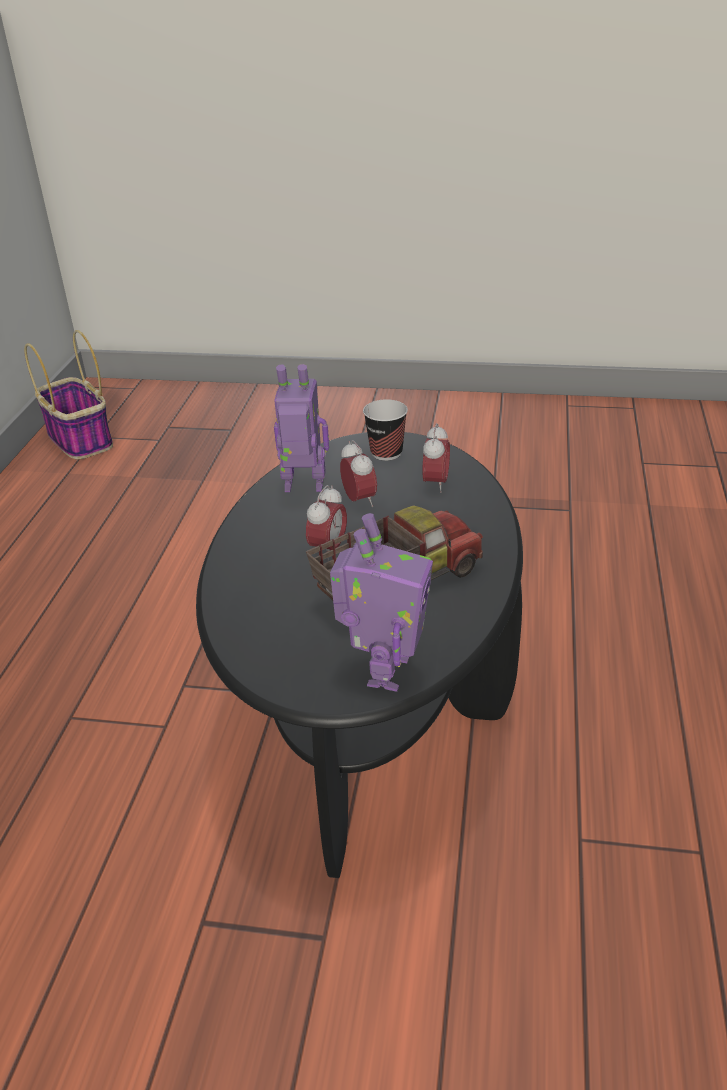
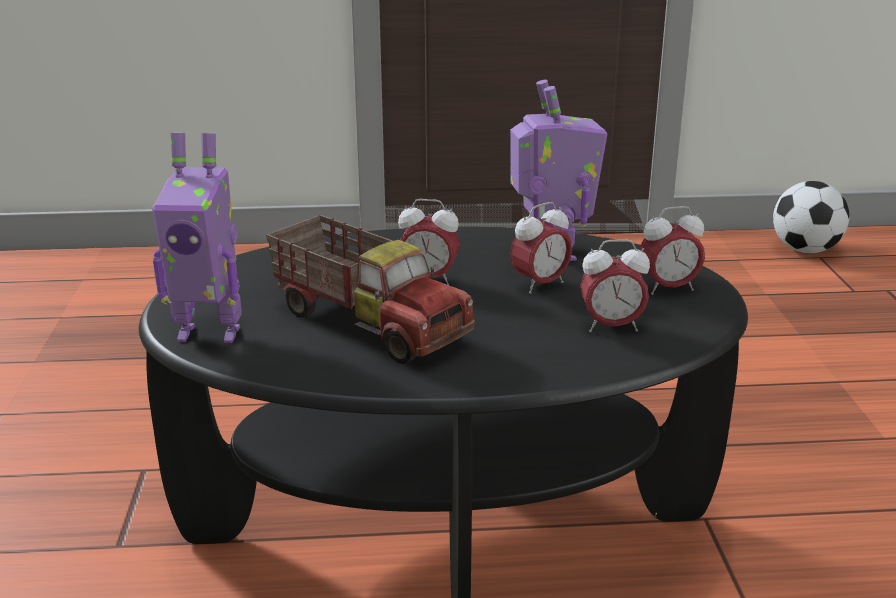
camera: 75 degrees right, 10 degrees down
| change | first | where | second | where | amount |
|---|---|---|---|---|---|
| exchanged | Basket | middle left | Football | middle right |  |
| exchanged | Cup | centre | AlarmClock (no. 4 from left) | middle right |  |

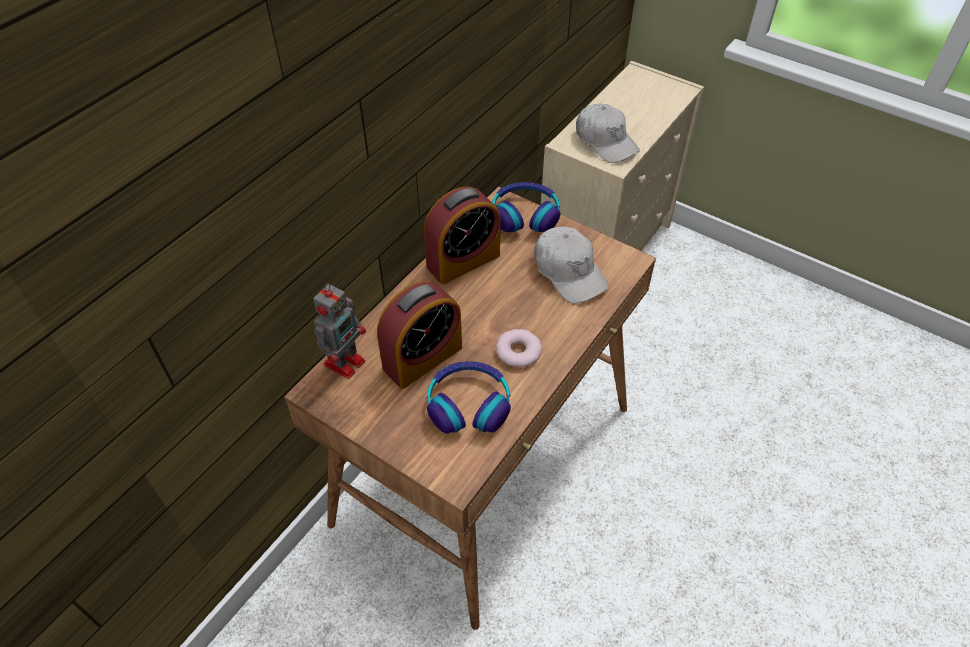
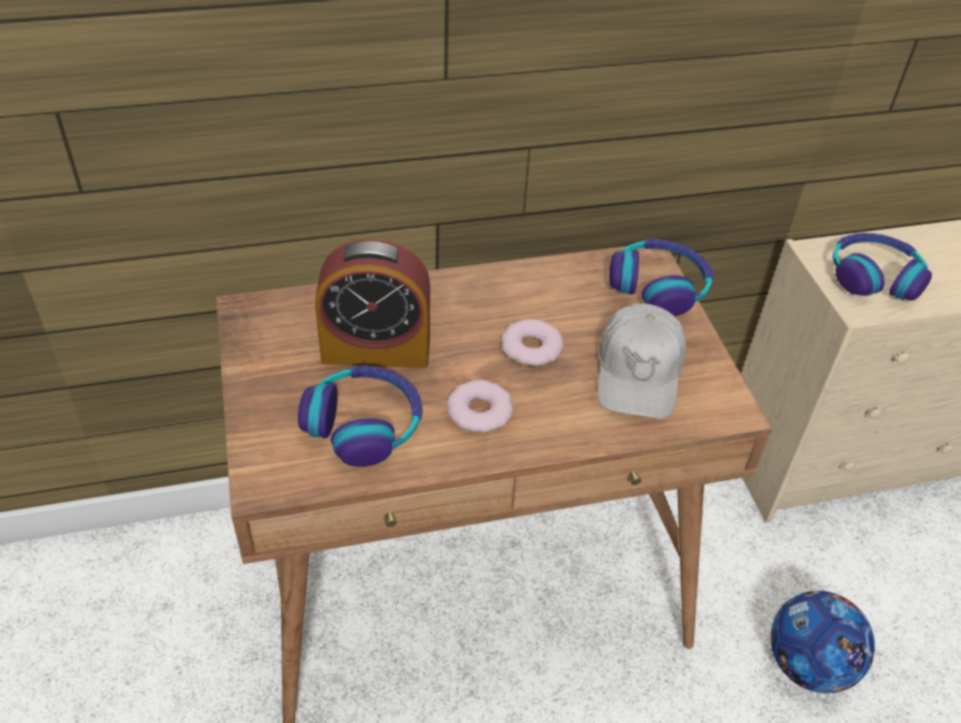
camera: 40 degrees right, 5 degrees down
| change | first | where | second | where | amount |
|---|---|---|---|---|---|
| exchanged | WhiteCap (no. 2 from left) | top centre | Headphones (no. 3 from left) | middle right |  |
| missing | AlarmClock (no. 2 from left) | centre |  |  |  |
| missing | ToyRobot | centre |  |  |  |
| appeared |  |  | Donut (no. 2 from left) | centre |  |
| appeared |  |  | Football | bottom right |  |

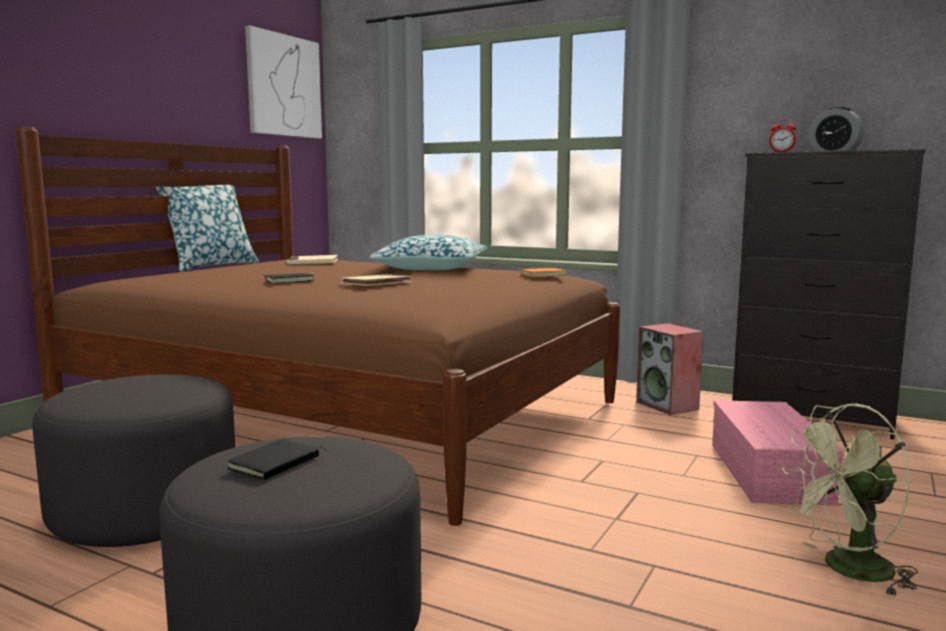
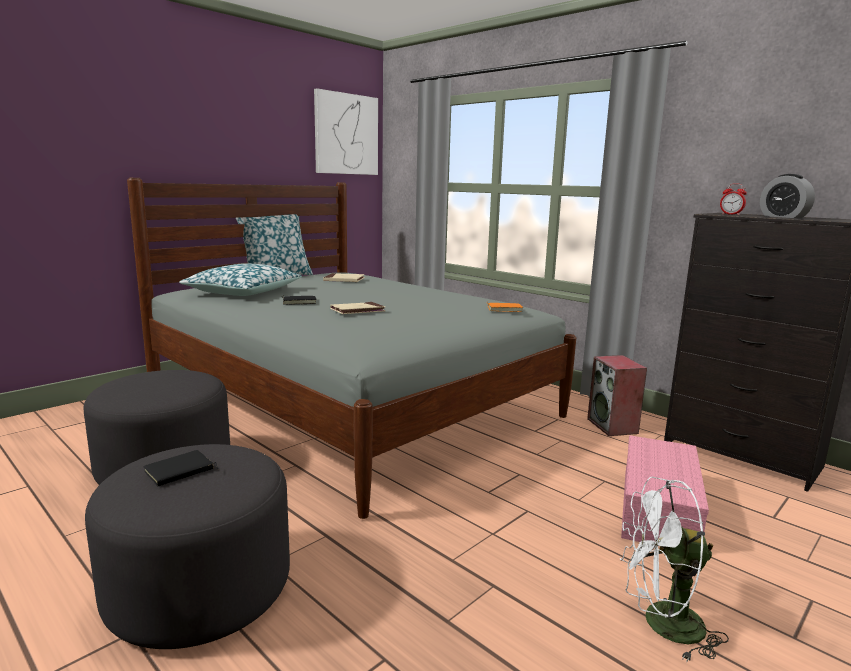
camera: 15 degrees right, 5 degrees up
| change | first | where | second | where | amount |
|---|---|---|---|---|---|
| colour | BrownBed | centre | GreyBed | centre |  |
| relocated | Pillow (no. 2 from left in the first image) | centre | Pillow (no. 1 from left) | middle left |  |
| colour | GreenFan | bottom right | WhiteFan | bottom right |  |

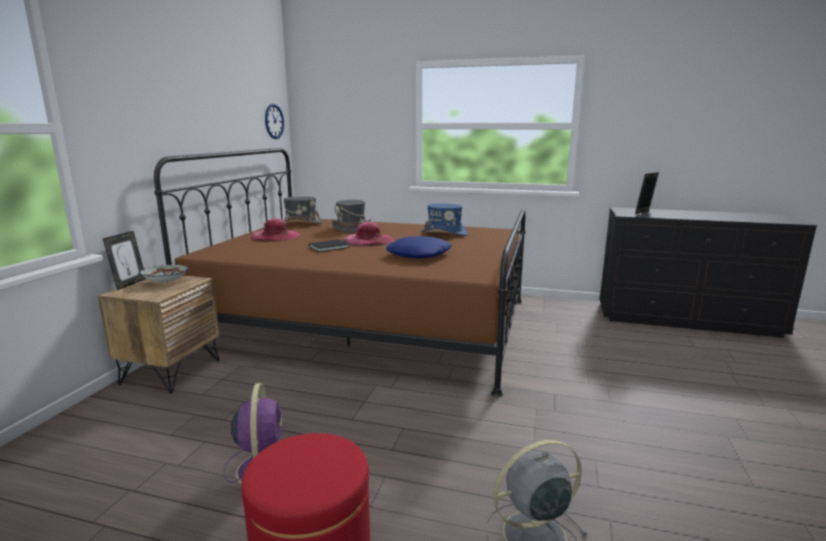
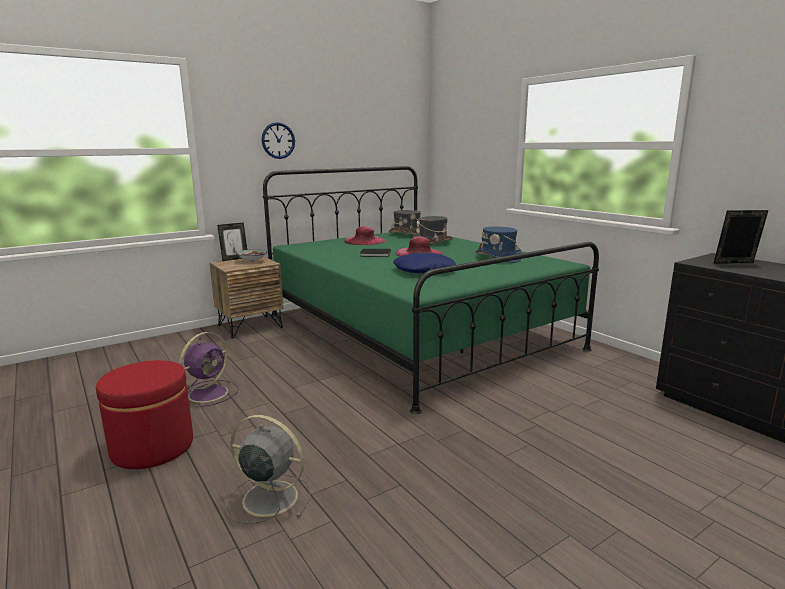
camera: 40 degrees right, 0 degrees up
| change | first | where | second | where | amount |
|---|---|---|---|---|---|
| relocated | WallClock | top left |  | top centre |  |
| colour | BrownBed | centre | GreenBed | centre |  |

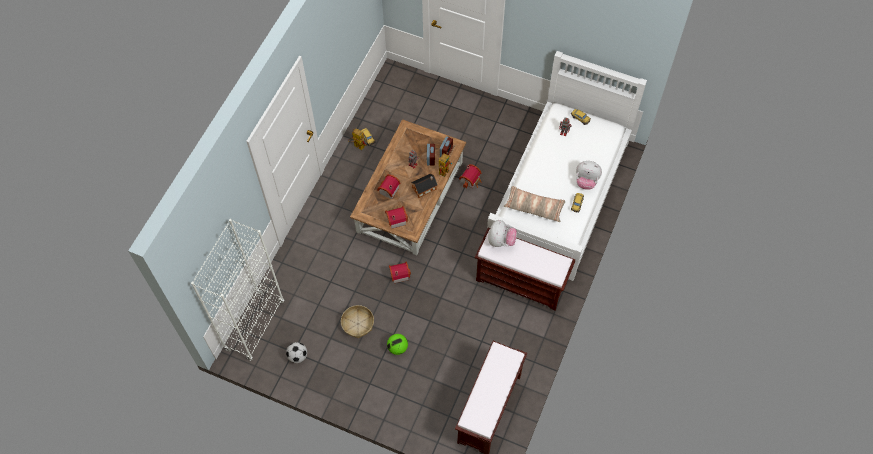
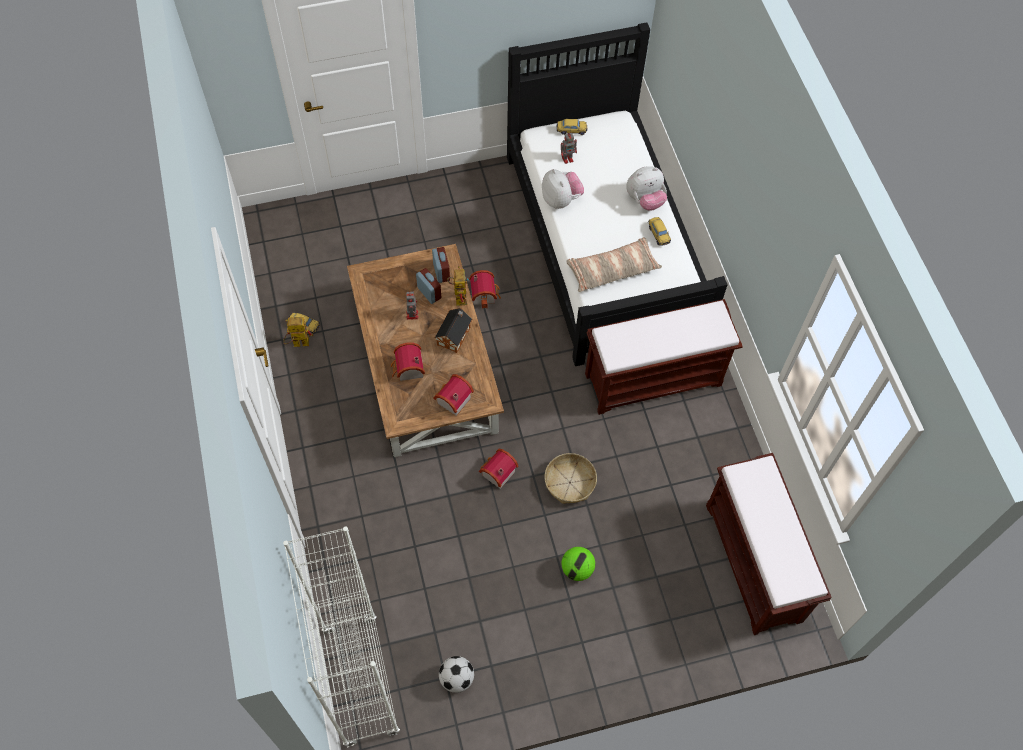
camera: 40 degrees left, 0 degrees up
| change | first | where | second | where | amount |
|---|---|---|---|---|---|
| colour | WhiteBed | centre | BlackBed | top centre |  |
| relocated | PlushToy (no. 1 from left) | centre |  | top centre |  |
| relocated | Basket | bottom centre |  | centre |  |

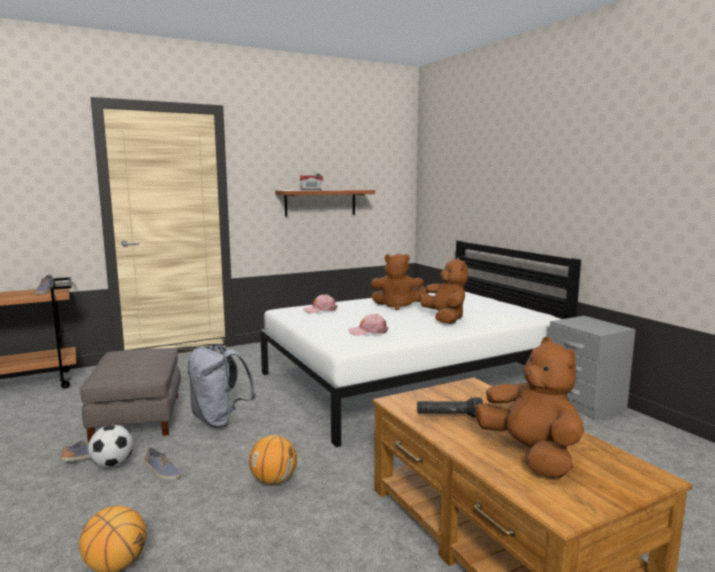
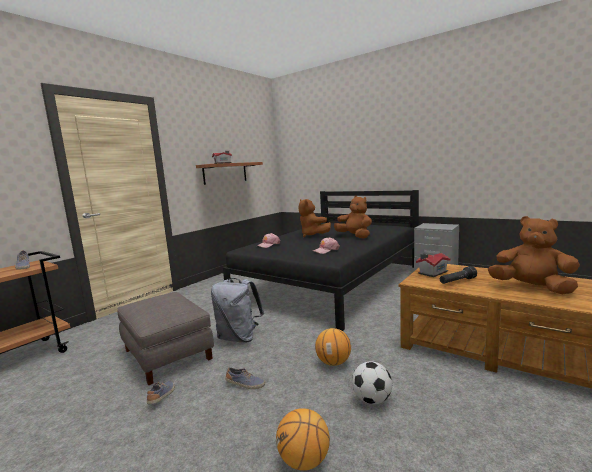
camera: 25 degrees left, 0 degrees up
| change | first | where | second | where | amount |
|---|---|---|---|---|---|
| colour | WhiteBed | centre | BlackBed | centre |  |
| spun | BrownPlushToy (no. 1 from left) | centre |  | centre | 75 degrees clockwise |
| relocated | Football | bottom left |  | bottom centre |  |
| appeared |  |  | ToyHouse (no. 2 from left) | middle right |  |

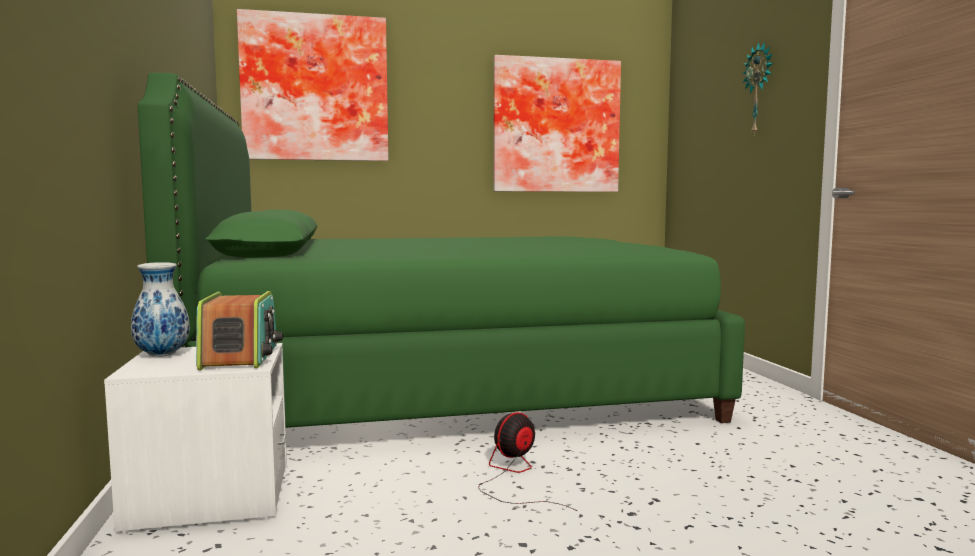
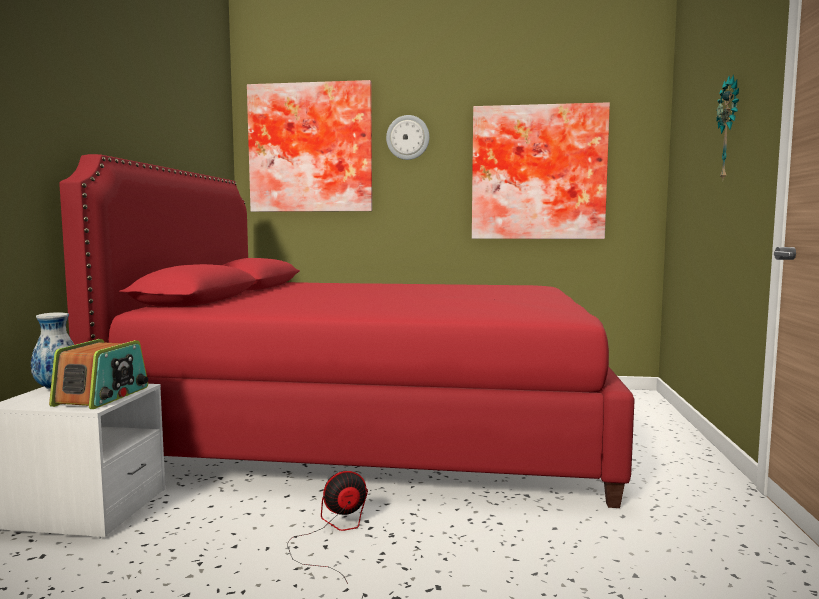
camera: 20 degrees right, 0 degrees up
| change | first | where | second | where | amount |
|---|---|---|---|---|---|
| colour | GreenBed | centre | RedBed | centre |  |
| appeared |  |  | WallClock (no. 1 from left) | top centre |  |

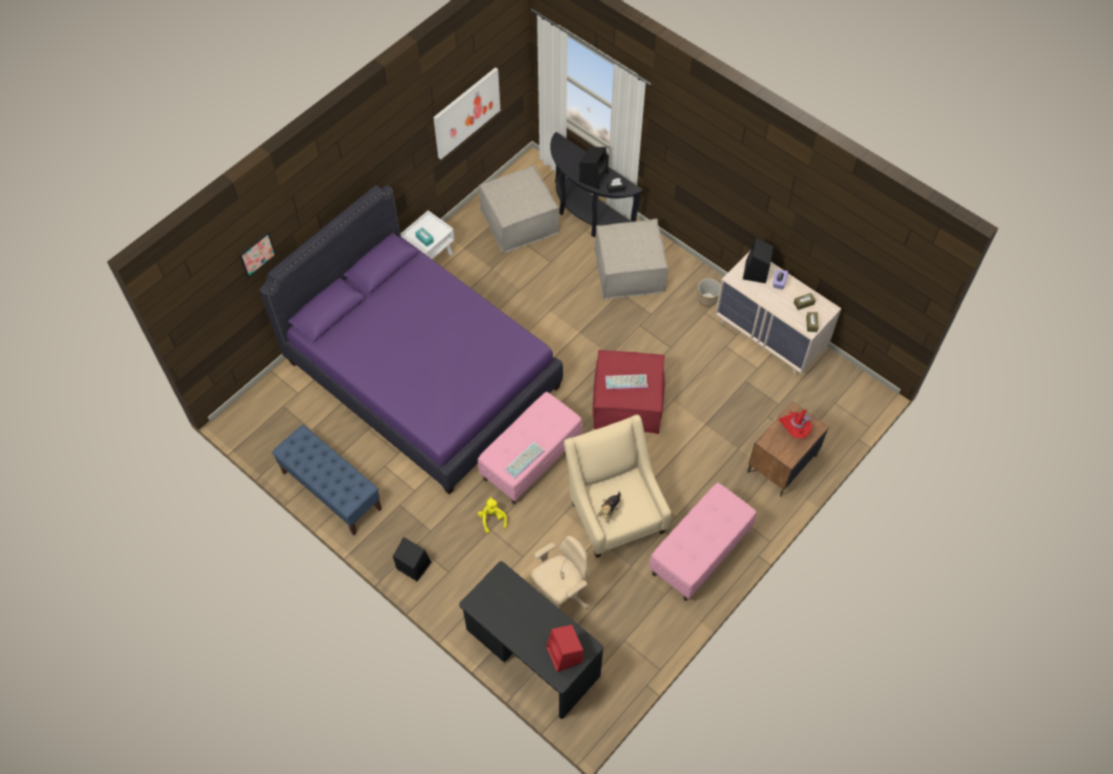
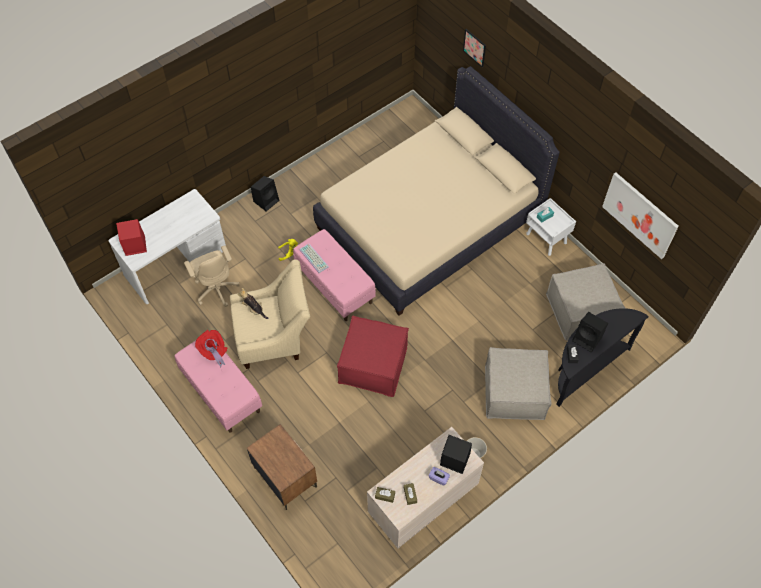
camera: 100 degrees right, 0 degrees up
| change | first | where | second | where | amount |
|---|---|---|---|---|---|
| colour | PurpleBed | centre | BeigeBed | top centre |  |
| missing | Keyboard (no. 2 from left) | centre |  |  |  |
| relocated | RedHat | middle right |  | middle left |  |
| missing | BlueBench | middle left |  |  |  |
| colour | BlackDesk | bottom centre | WhiteDesk | middle left |  |

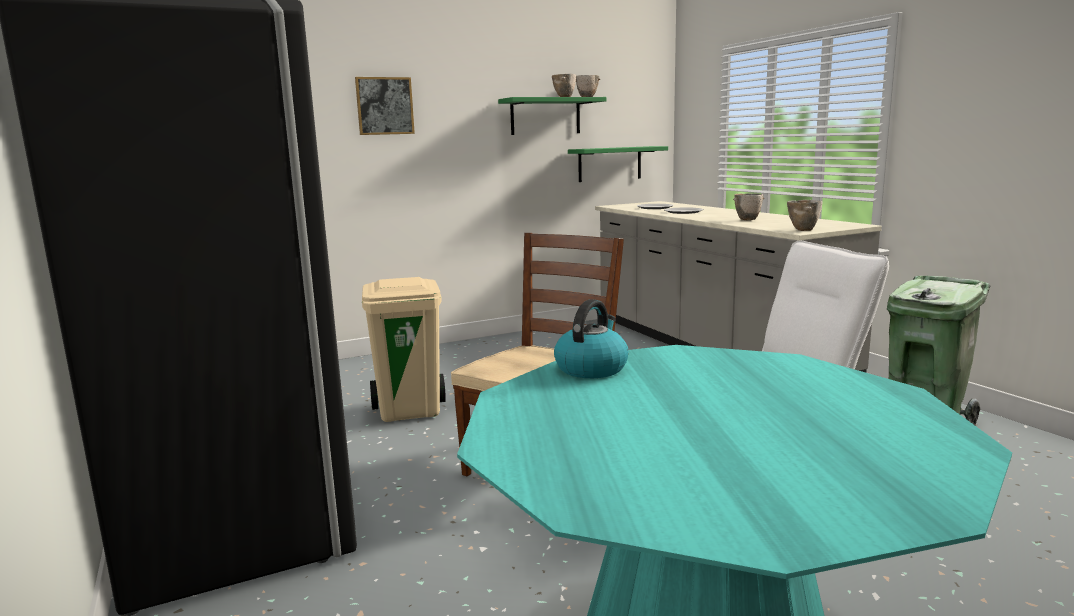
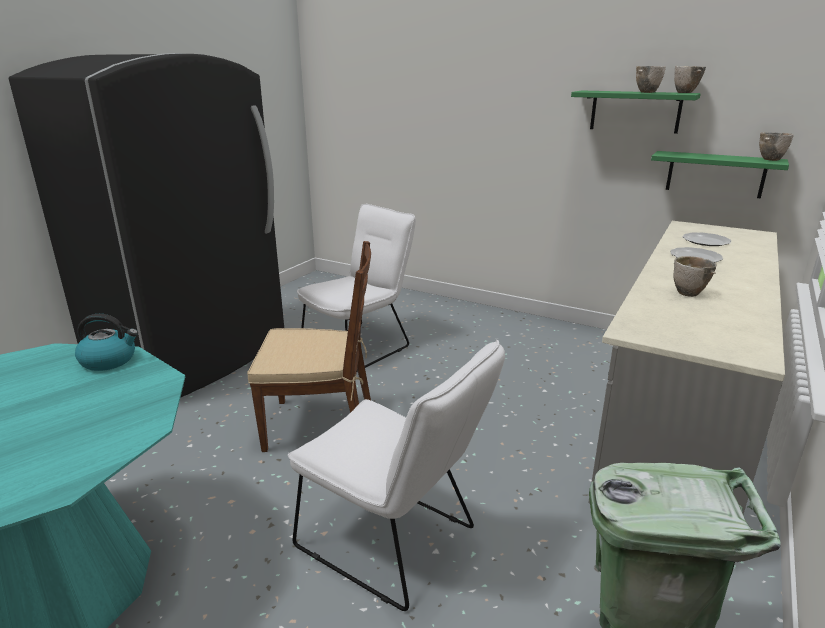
camera: 55 degrees right, 10 degrees up
| change | first | where | second | where | amount |
|---|---|---|---|---|---|
| missing | Picture | top centre |  |  |  |
| relocated | Bowl (no. 4 from left) | middle right |  | top right |  |
| exchanged | BeigeTrashCan | centre | WhiteChair (no. 1 from left) | centre |  |

